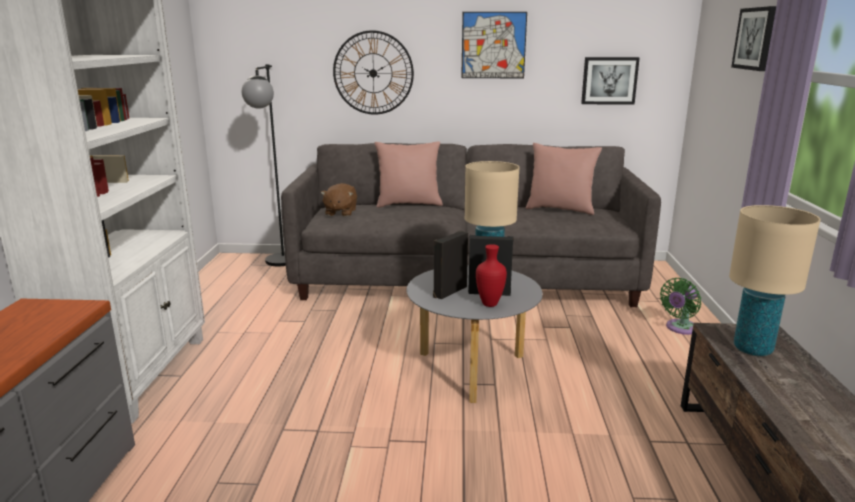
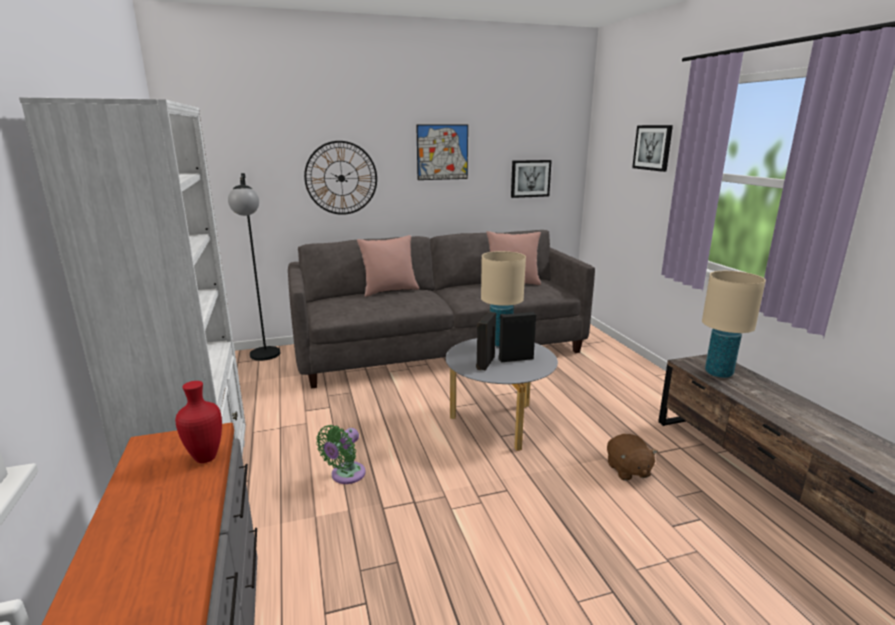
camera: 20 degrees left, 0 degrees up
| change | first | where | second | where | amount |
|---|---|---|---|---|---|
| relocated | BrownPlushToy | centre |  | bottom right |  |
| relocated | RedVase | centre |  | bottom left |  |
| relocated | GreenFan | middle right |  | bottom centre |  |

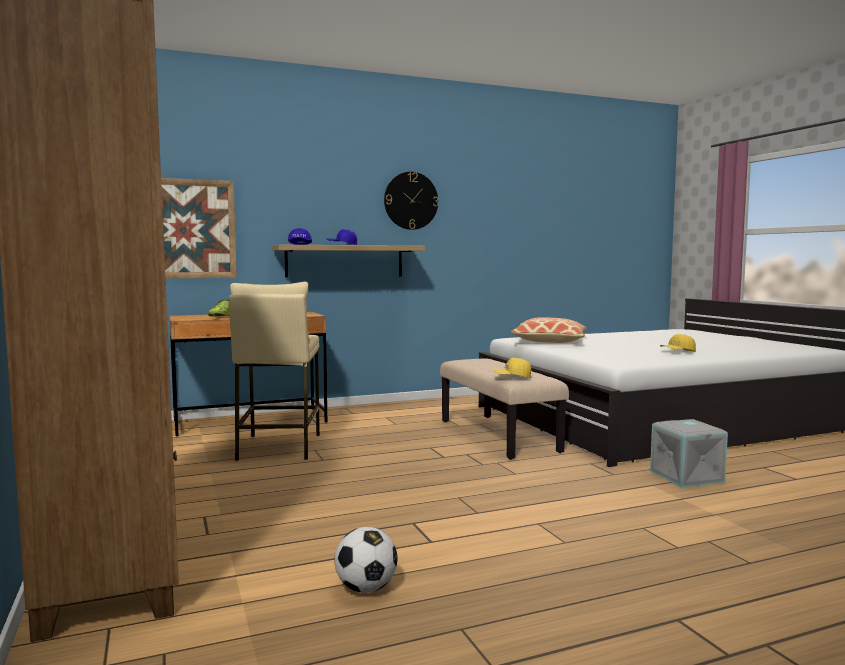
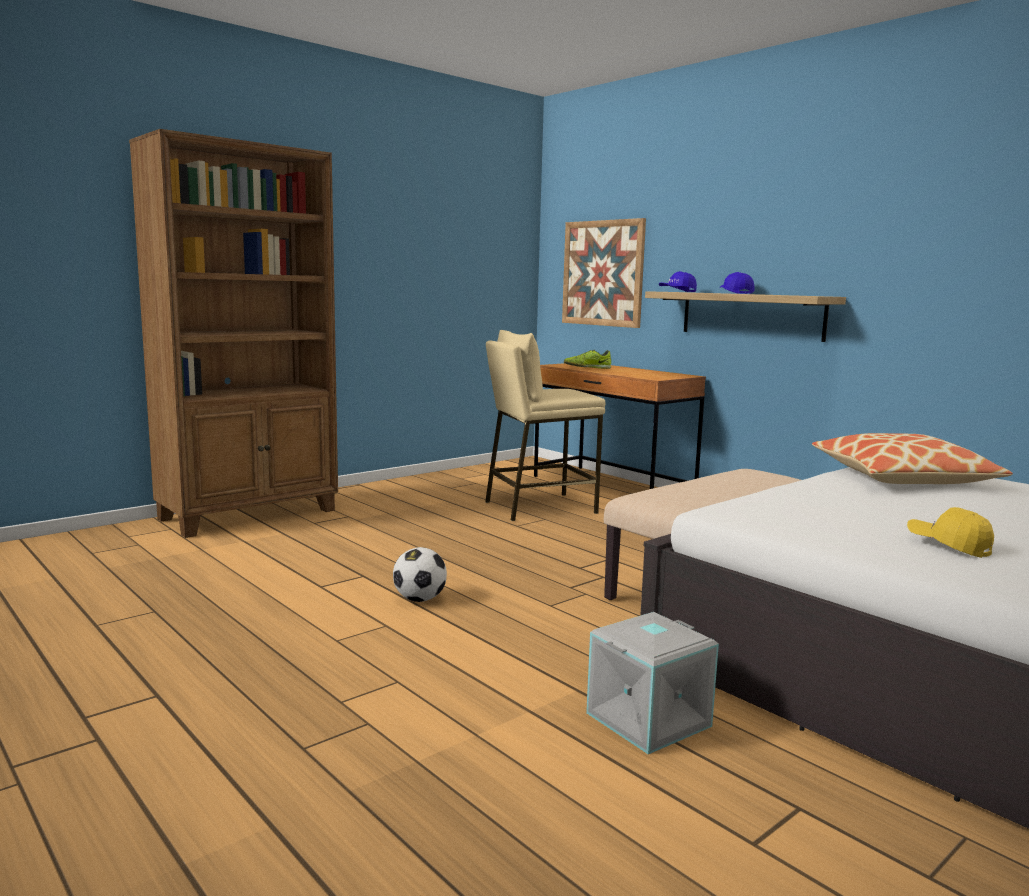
camera: 70 degrees right, 5 degrees up
| change | first | where | second | where | amount |
|---|---|---|---|---|---|
| missing | WallClock | top centre |  |  |  |
| missing | YellowCap (no. 1 from left) | centre |  |  |  |
| relocated | Football | bottom centre |  | centre |  |

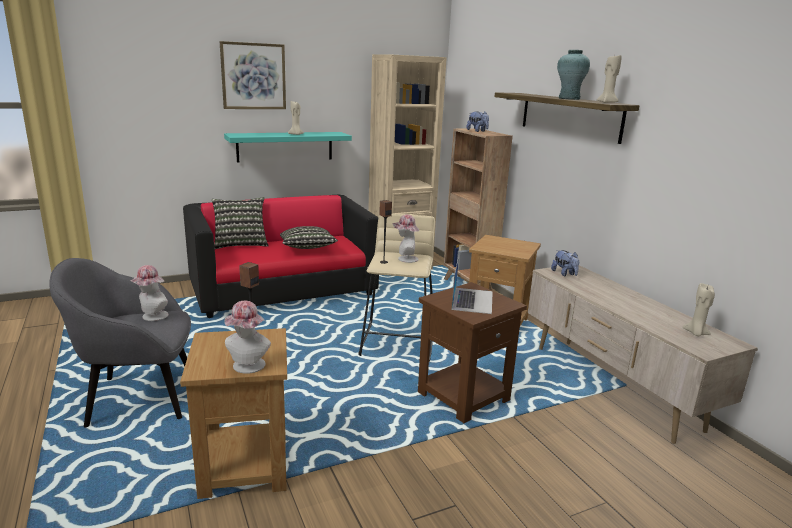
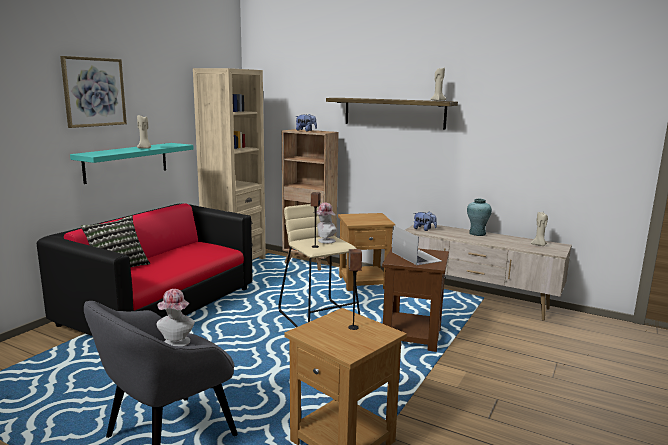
camera: 35 degrees left, 5 degrees down
| change | first | where | second | where | amount |
|---|---|---|---|---|---|
| relocated | TurquoiseVase | top right |  | middle right |  |
| missing | Pillow (no. 2 from left) | centre |  |  |  |
| missing | Hat (no. 2 from left) | middle left |  |  |  |

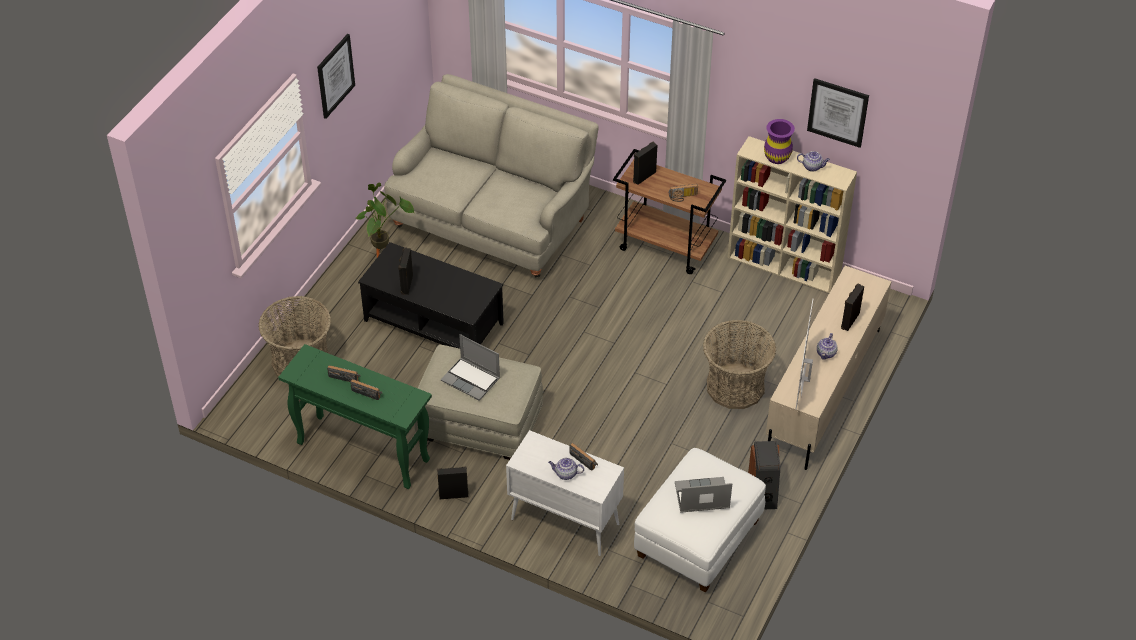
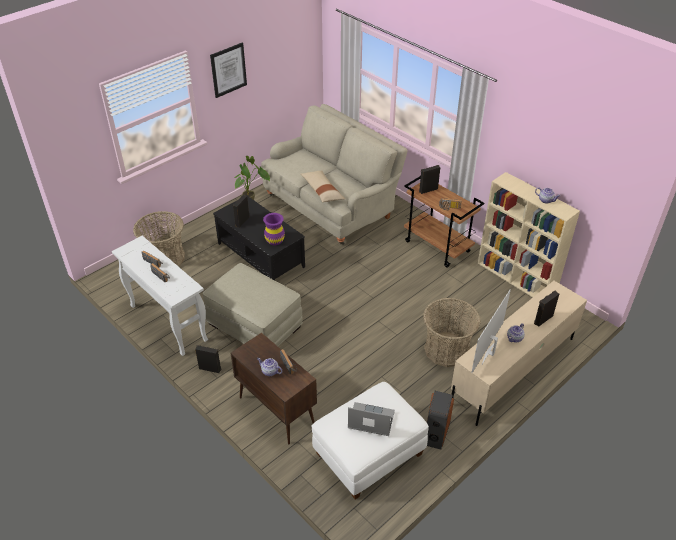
camera: 20 degrees right, 5 degrees down
| change | first | where | second | where | amount |
|---|---|---|---|---|---|
| missing | Picture (no. 2 from left) | top right |  |  |  |
| relocated | PurpleVase | top right |  | centre |  |
| missing | Laptop (no. 1 from left) | centre |  |  |  |
| colour | GreenConsoleTable | middle left | WhiteConsoleTable | middle left |  |
| colour | WhiteCabinet | bottom centre | BrownCabinet | bottom centre |  |
| appeared |  |  | BeigePillow | centre |  |

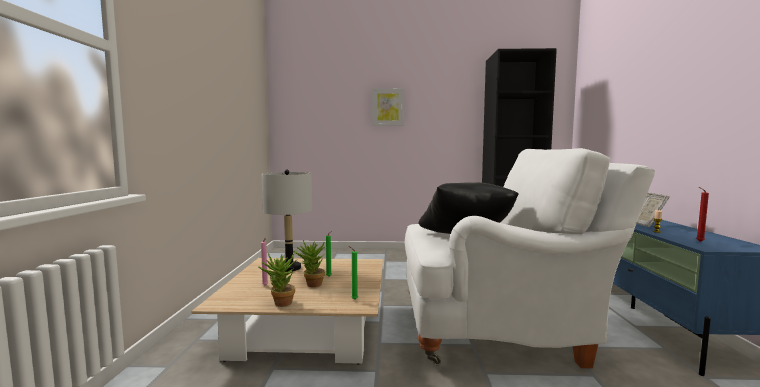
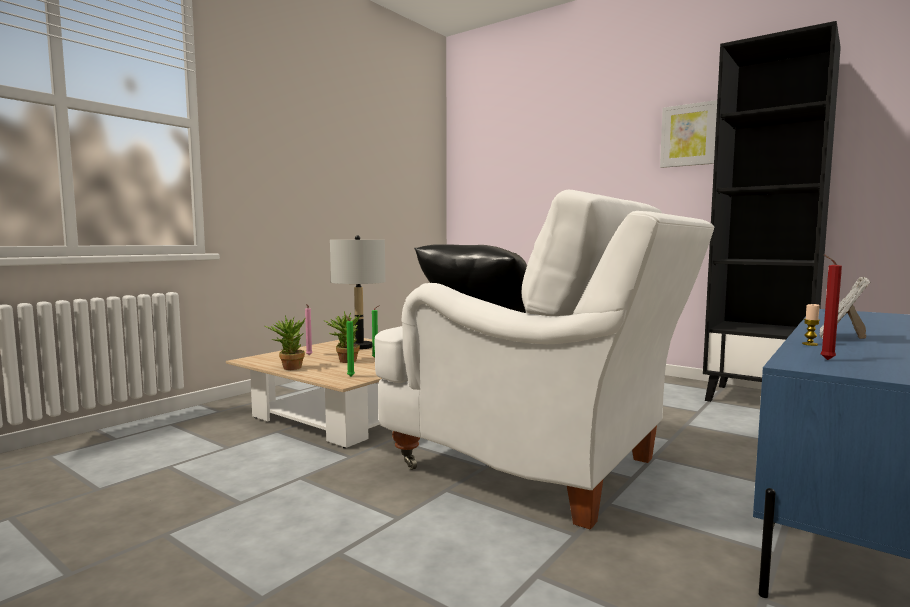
camera: 35 degrees right, 0 degrees up
| change | first | where | second | where | amount |
|---|---|---|---|---|---|
| relocated | Picture | top centre |  | top right |  |

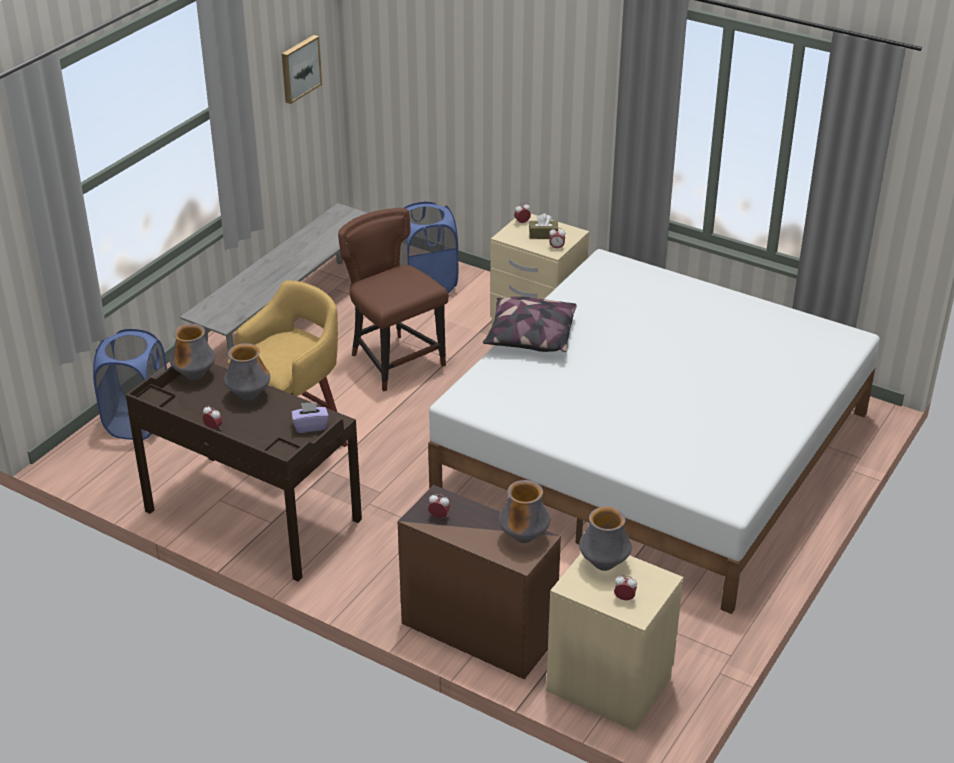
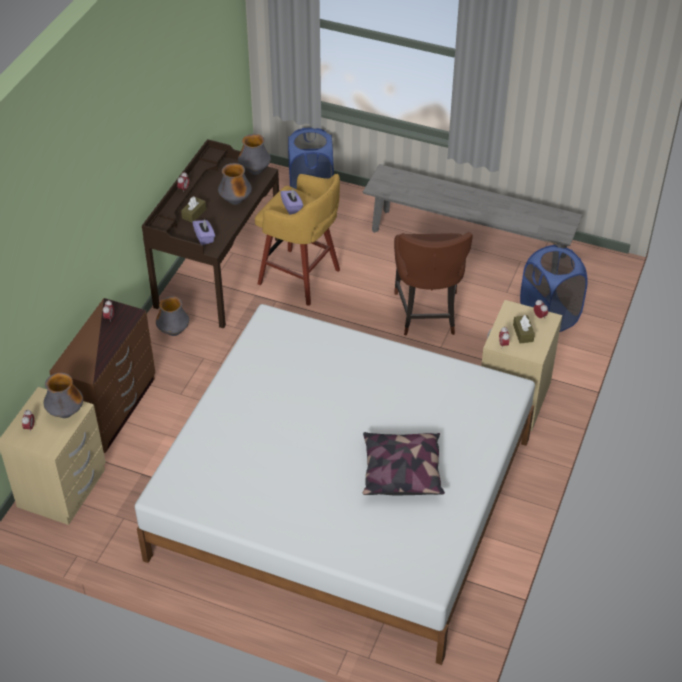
camera: 80 degrees right, 10 degrees up
| change | first | where | second | where | amount |
|---|---|---|---|---|---|
| missing | Picture | top left |  |  |  |
| spun | BrownChair | centre |  | centre | 135 degrees clockwise |
| relocated | Pillow | centre |  | bottom centre |  |
| relocated | Vase (no. 3 from left in the first image) | bottom centre | Vase (no. 2 from left) | middle left |  |
| appeared |  |  | PurpleTissueBox (no. 2 from left) | top centre |  |
| appeared |  |  | BrownTissueBox (no. 1 from left) | top left |  |

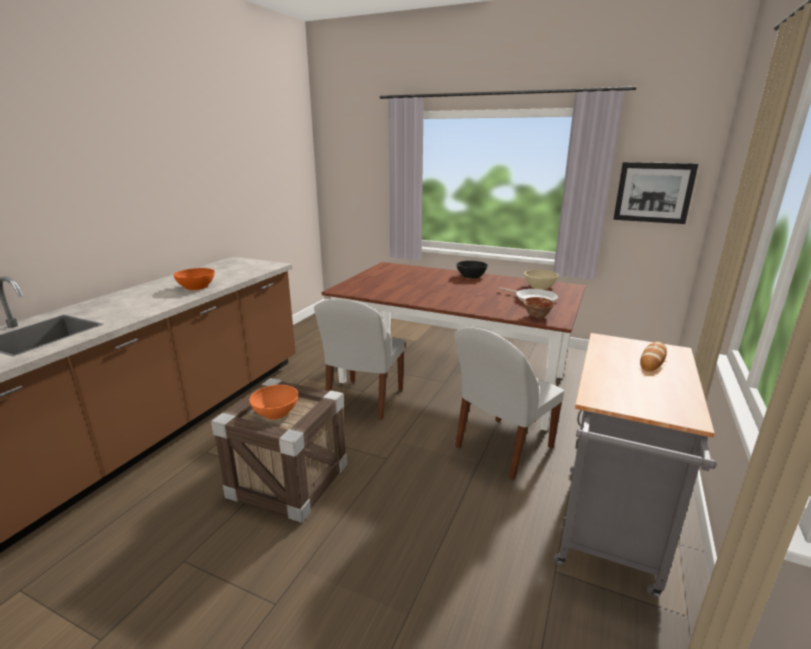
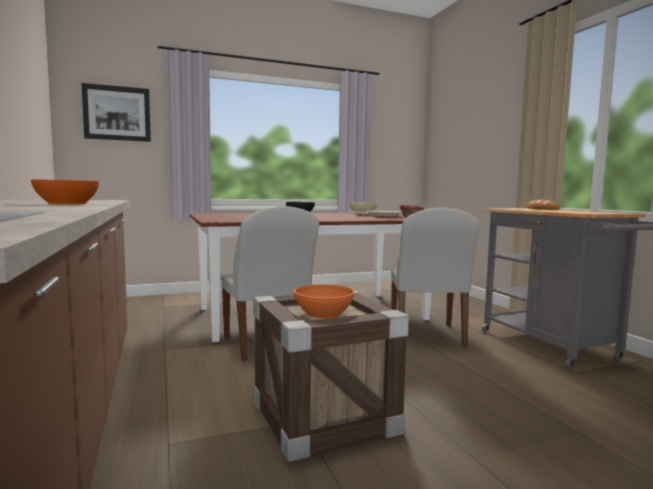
camera: 45 degrees left, 15 degrees down
| change | first | where | second | where | amount |
|---|---|---|---|---|---|
| relocated | Picture | top right |  | top left |  |

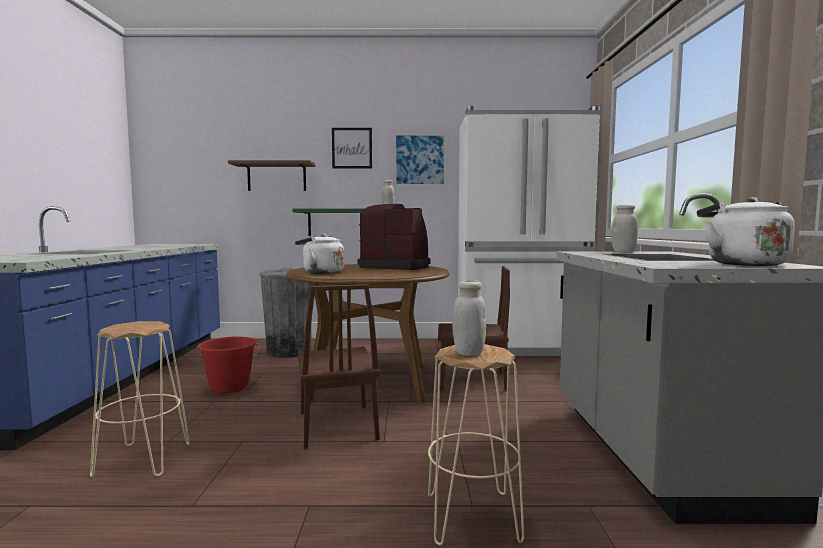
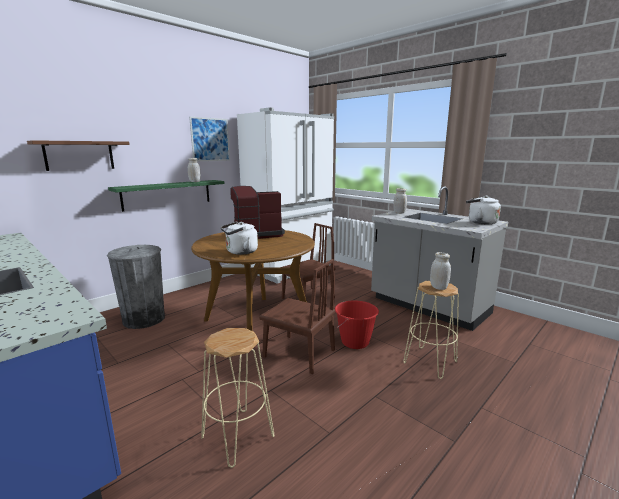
camera: 45 degrees left, 10 degrees up
| change | first | where | second | where | amount |
|---|---|---|---|---|---|
| missing | Picture (no. 1 from left) | top centre |  |  |  |
| relocated | RedBucket | middle left |  | centre |  |

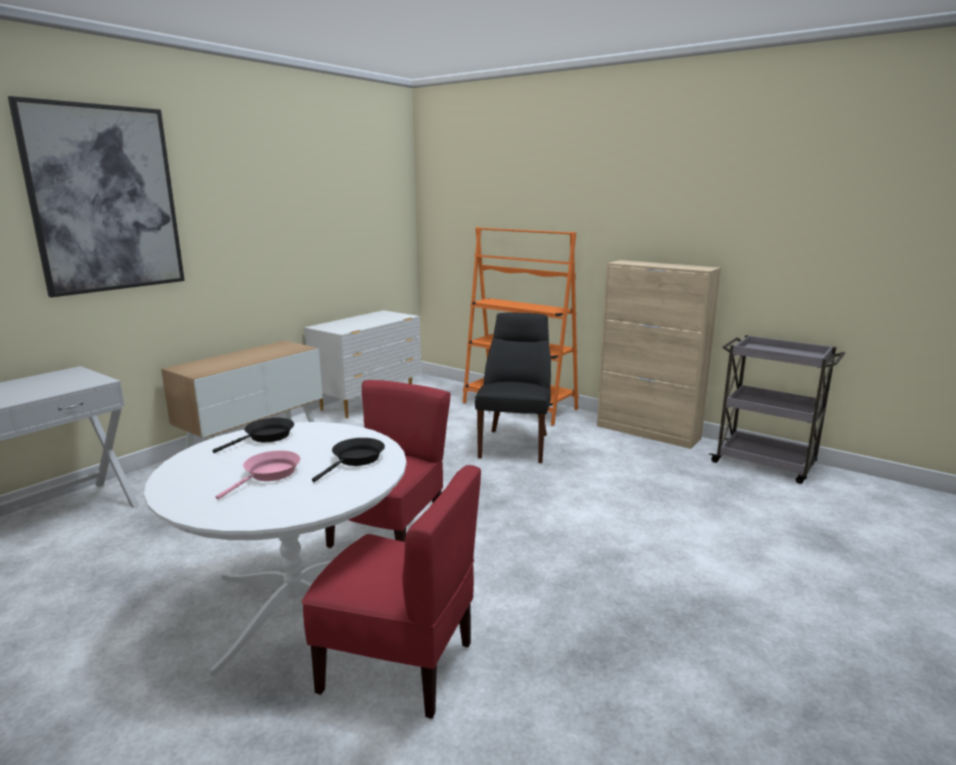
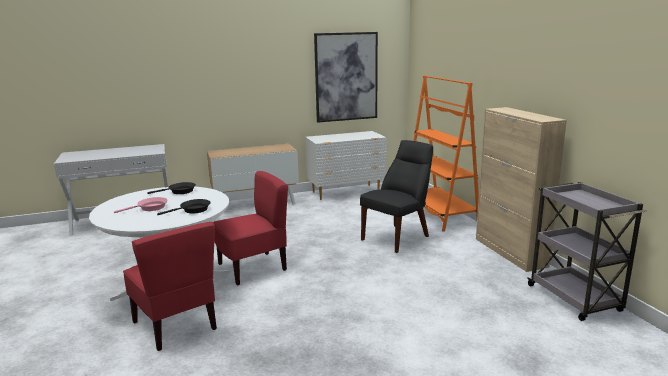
camera: 35 degrees right, 0 degrees up
| change | first | where | second | where | amount |
|---|---|---|---|---|---|
| relocated | Picture | top left |  | top centre |  |

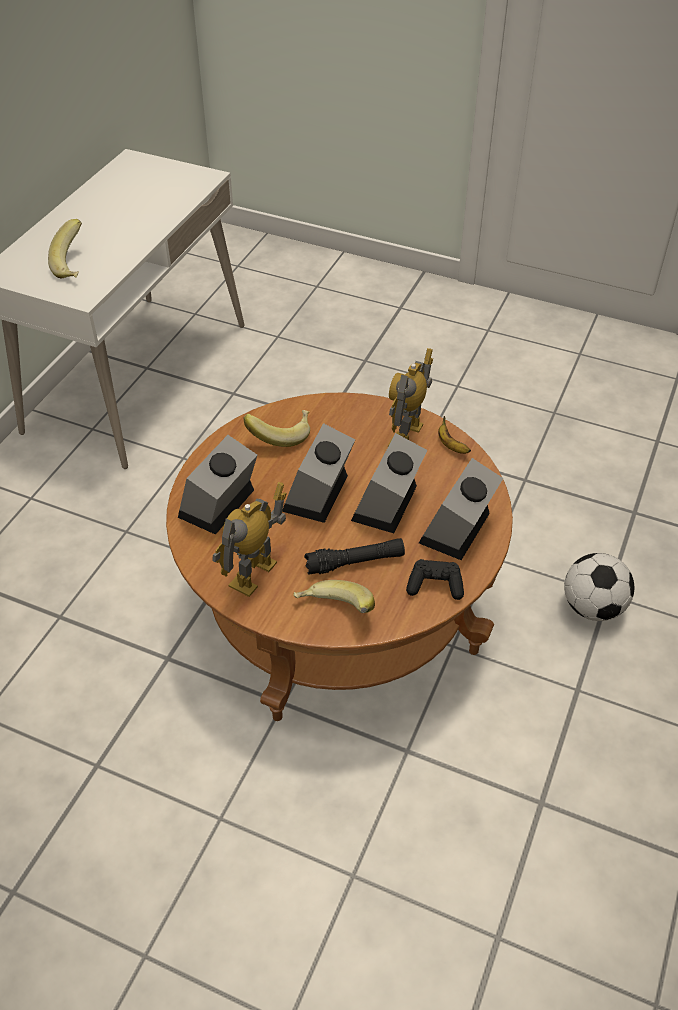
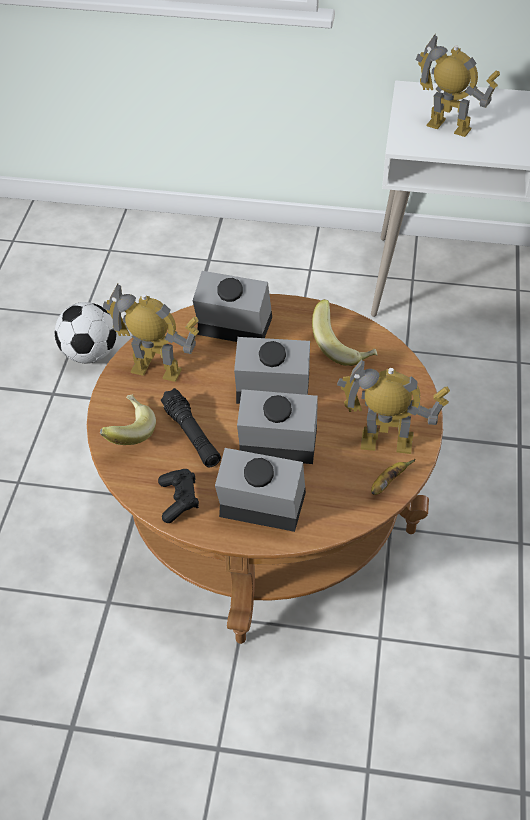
camera: 75 degrees right, 0 degrees up
| change | first | where | second | where | amount |
|---|---|---|---|---|---|
| exchanged | Banana (no. 1 from left) | top left | ToyRobot (no. 3 from left) | top right |  |
| relocated | Football | middle right |  | middle left |  |

